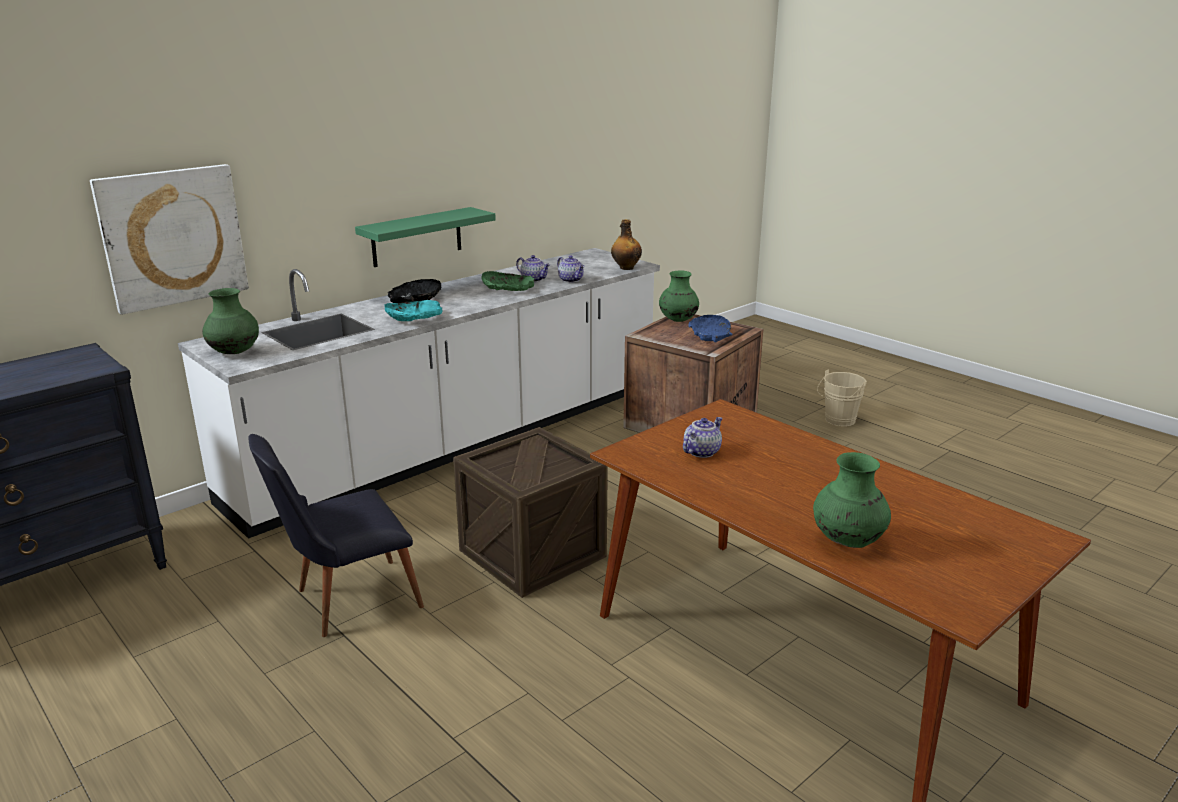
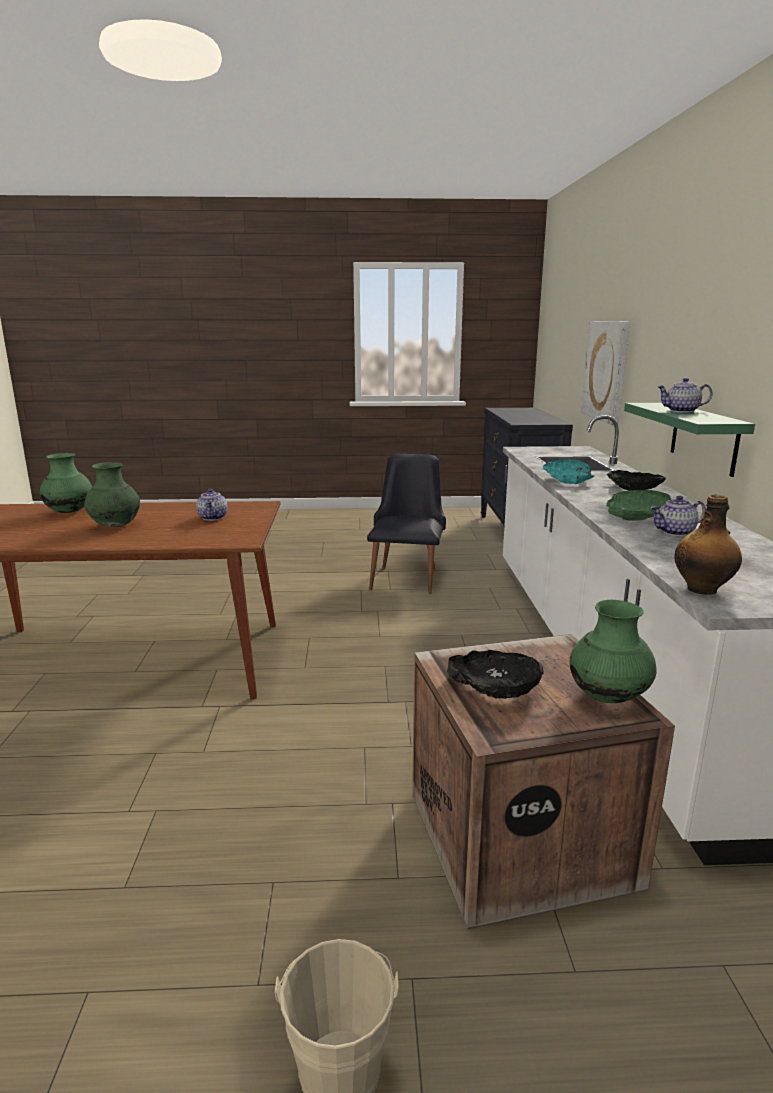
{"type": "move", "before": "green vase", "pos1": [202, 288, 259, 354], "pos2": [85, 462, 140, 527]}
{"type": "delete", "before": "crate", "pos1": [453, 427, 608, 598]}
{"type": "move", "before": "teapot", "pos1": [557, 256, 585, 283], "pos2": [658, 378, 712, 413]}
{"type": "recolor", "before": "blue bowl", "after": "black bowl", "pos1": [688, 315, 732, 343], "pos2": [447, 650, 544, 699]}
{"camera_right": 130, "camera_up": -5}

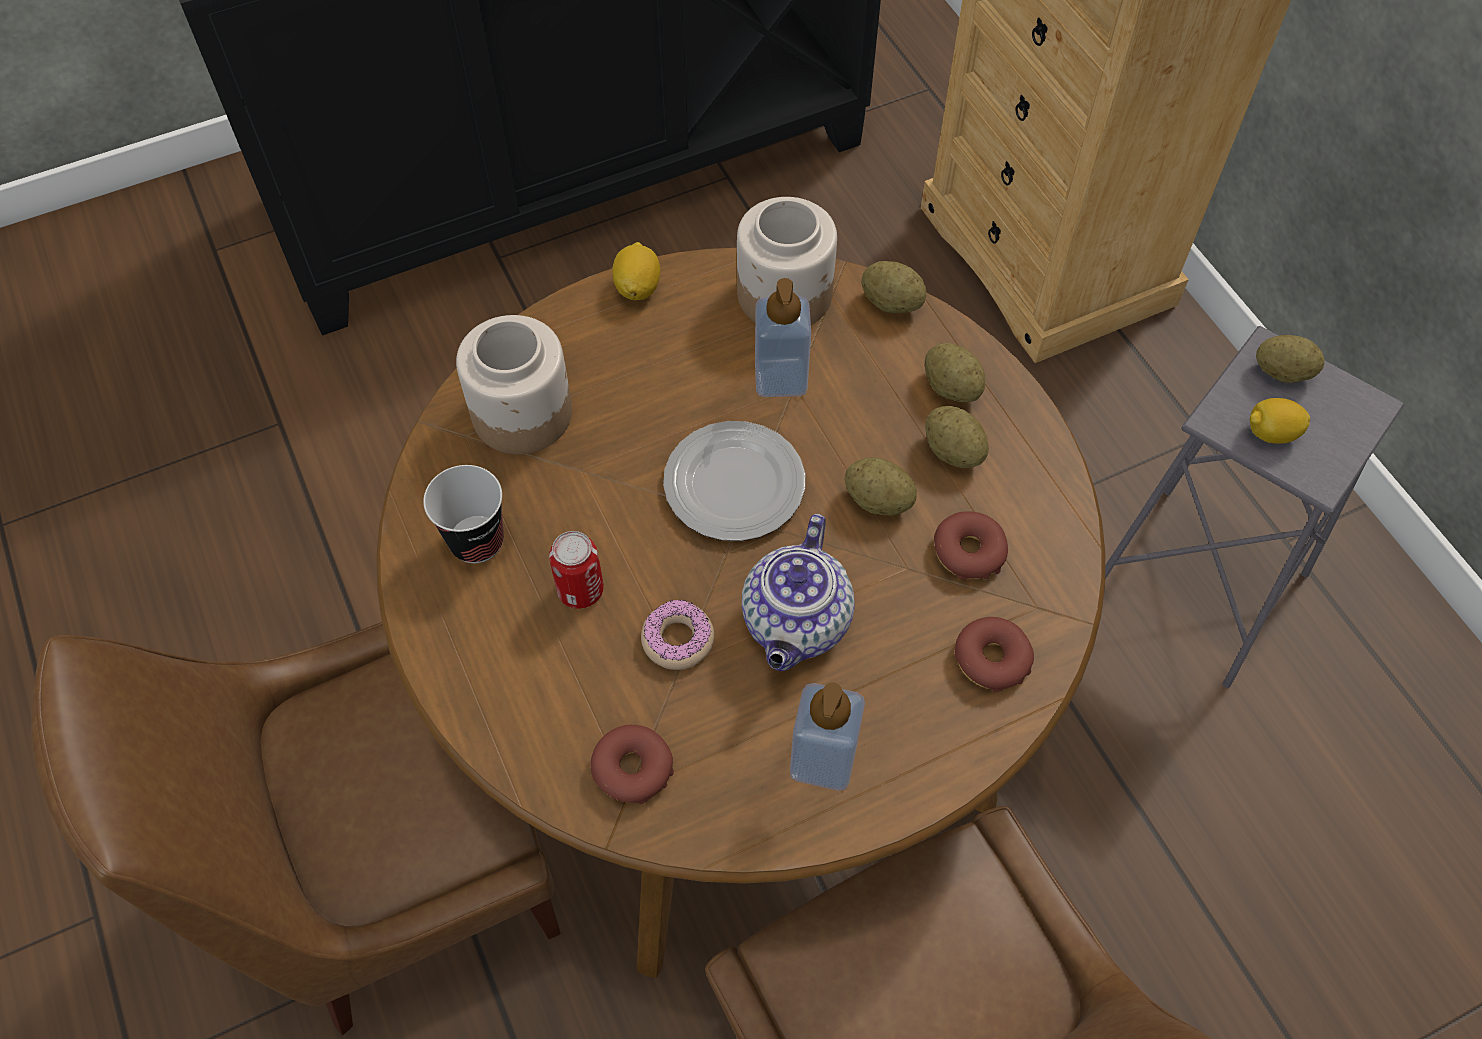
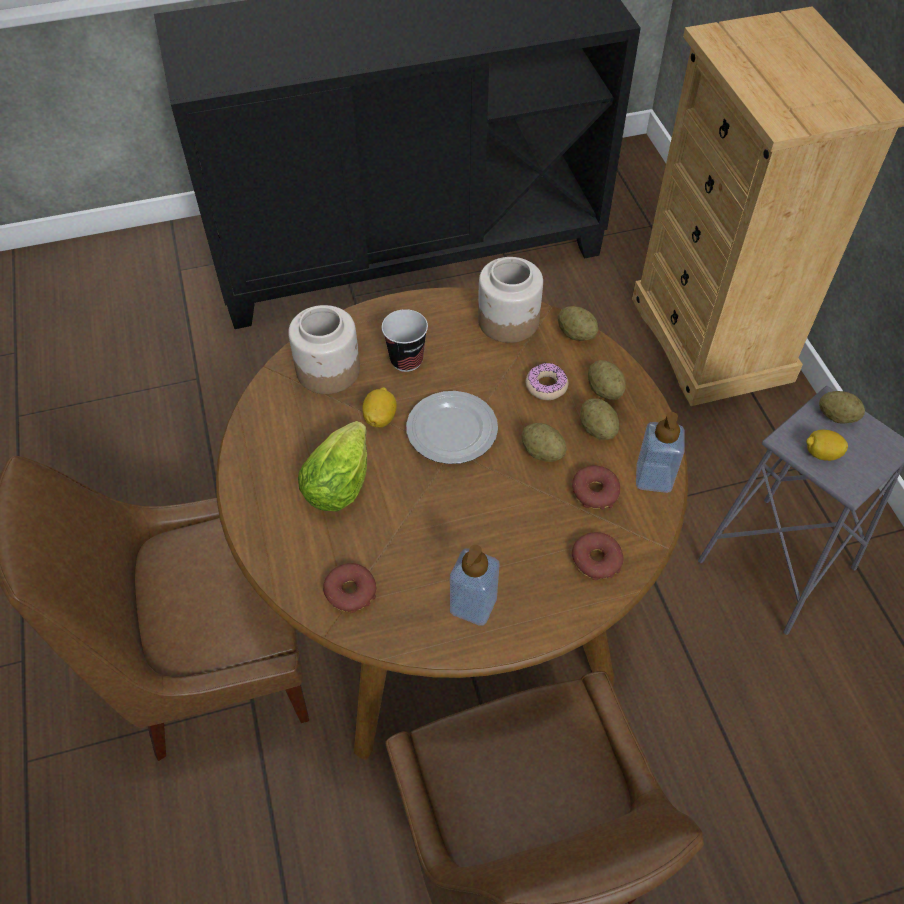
{"type": "move", "before": "cup", "pos1": [423, 465, 504, 563], "pos2": [382, 309, 428, 372]}
{"type": "replace", "before": "can", "after": "lettuce", "pos1": [549, 531, 604, 609], "pos2": [298, 421, 367, 512]}
{"type": "move", "before": "lemon", "pos1": [612, 242, 660, 300], "pos2": [362, 387, 397, 427]}
{"type": "move", "before": "donut", "pos1": [641, 600, 714, 670], "pos2": [526, 363, 568, 400]}
{"type": "delete", "before": "teapot", "pos1": [742, 514, 855, 671]}
{"type": "move", "before": "soap dispenser", "pos1": [755, 278, 811, 397], "pos2": [636, 412, 685, 493]}
{"camera_right": 10, "camera_up": -5}

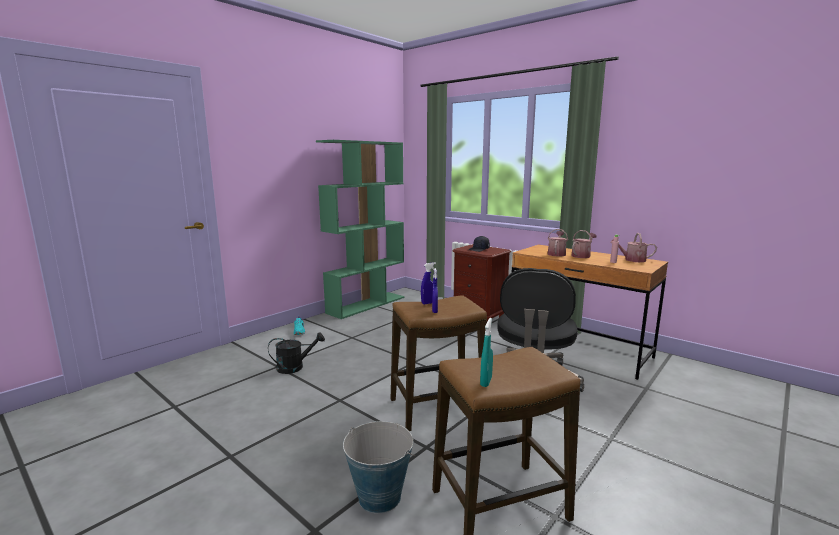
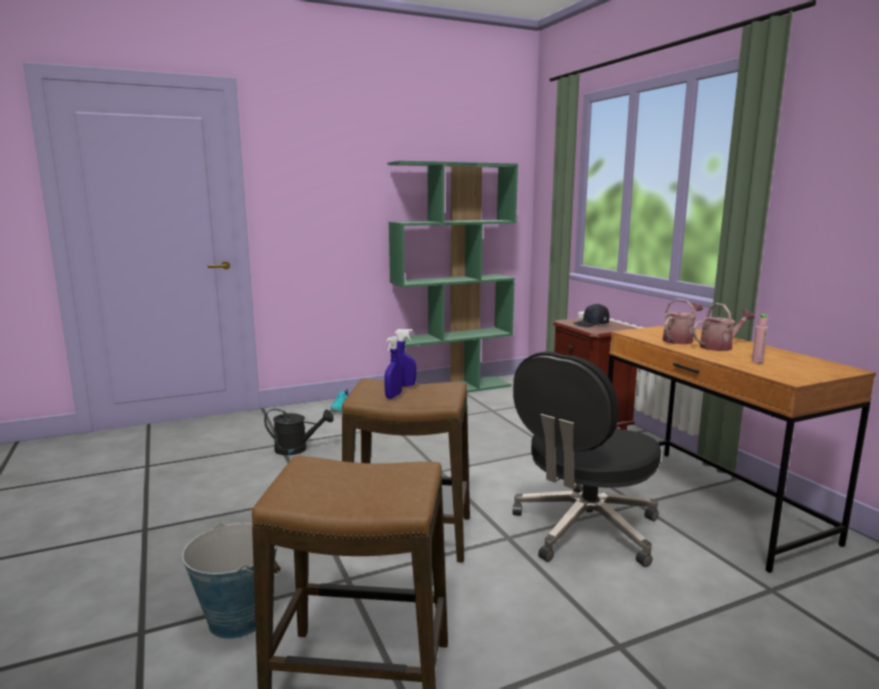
{"type": "delete", "before": "turquoise spray bottle", "pos1": [480, 318, 493, 387]}
{"type": "delete", "before": "watering can", "pos1": [611, 233, 657, 262]}
{"camera_right": 25, "camera_up": 0}

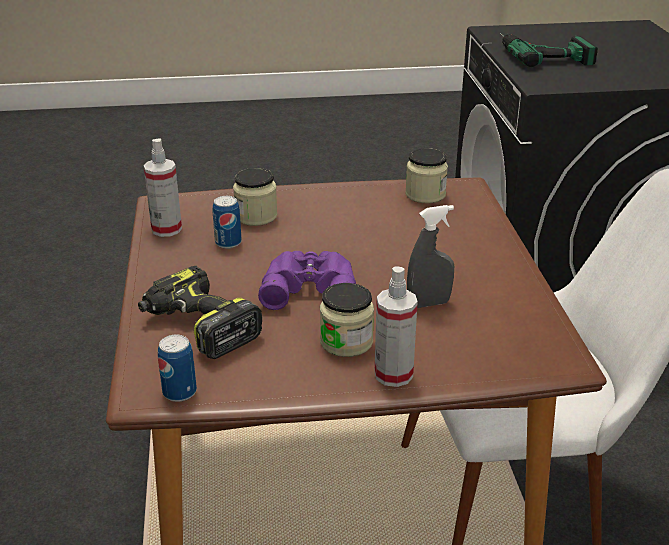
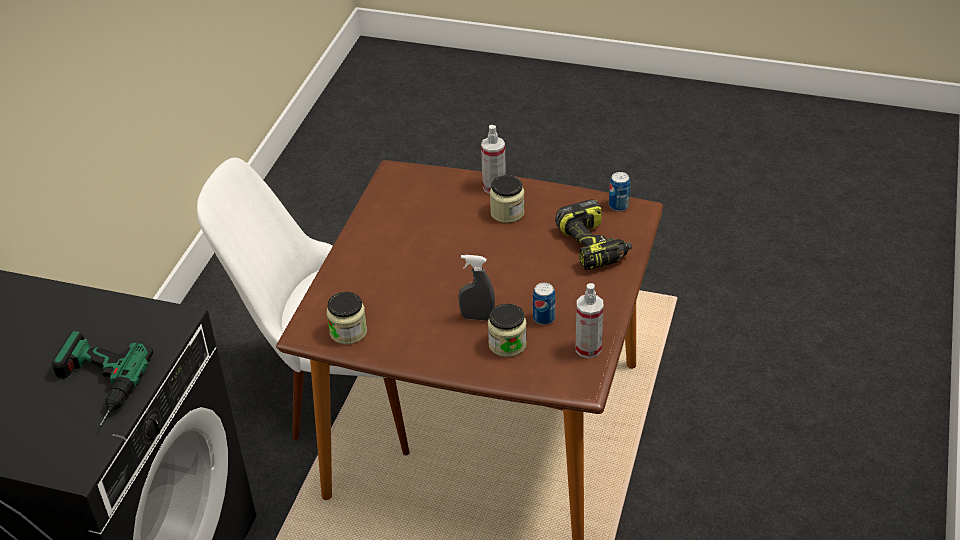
{"type": "delete", "before": "purple binoculars", "pos1": [258, 251, 356, 310]}
{"type": "move", "before": "grey spray bottle", "pos1": [407, 205, 454, 308], "pos2": [458, 255, 495, 321]}
{"camera_right": -155, "camera_up": 10}

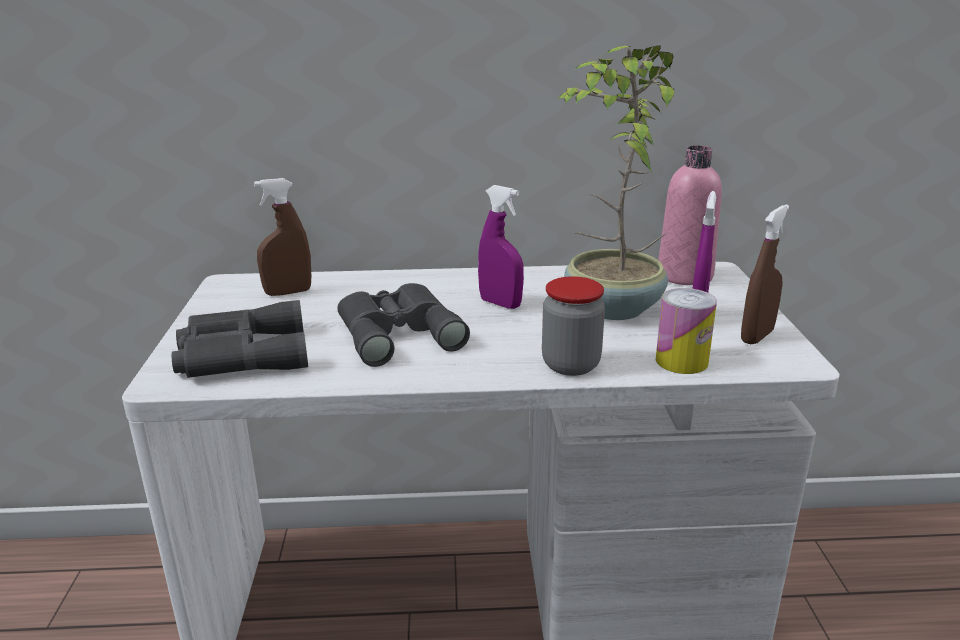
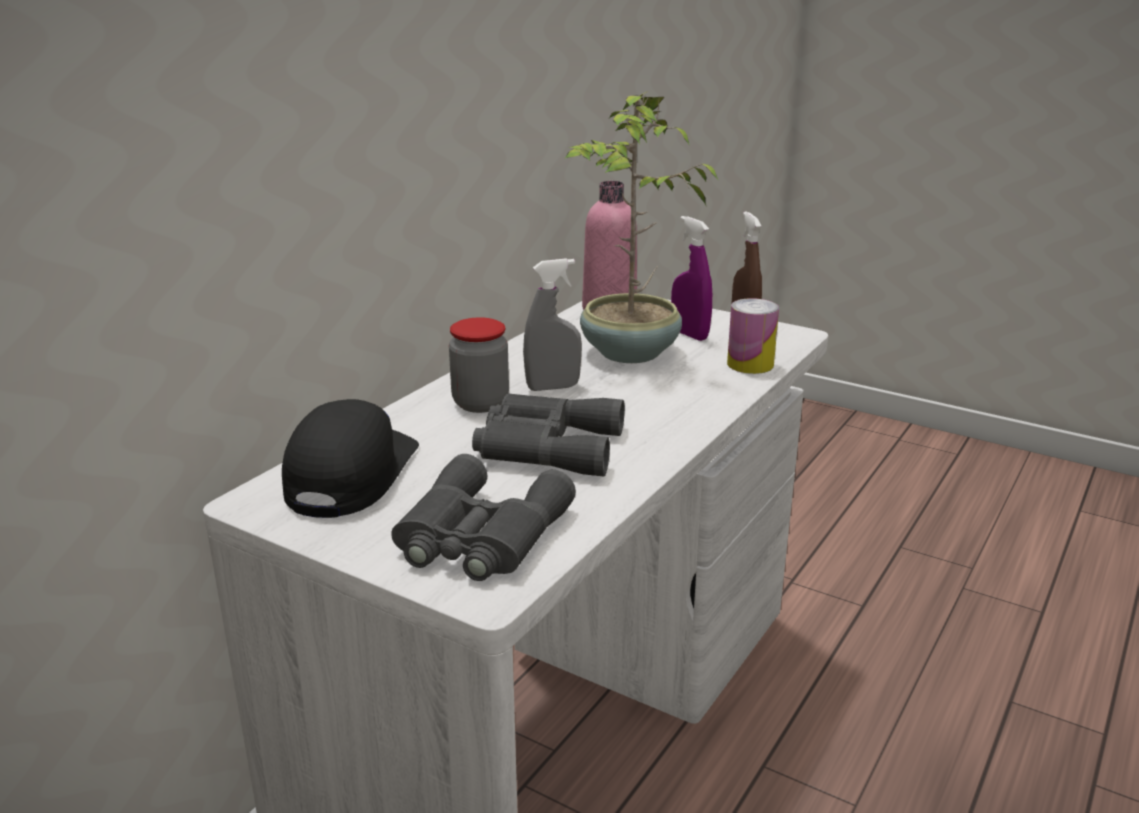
{"type": "replace", "before": "brown spray bottle", "after": "black cap", "pos1": [254, 178, 311, 296], "pos2": [282, 399, 419, 518]}
{"type": "recolor", "before": "purple spray bottle", "after": "grey spray bottle", "pos1": [478, 185, 524, 309], "pos2": [523, 258, 582, 391]}
{"type": "move", "before": "jar", "pos1": [542, 276, 605, 376], "pos2": [449, 317, 509, 413]}
{"camera_right": -55, "camera_up": 0}

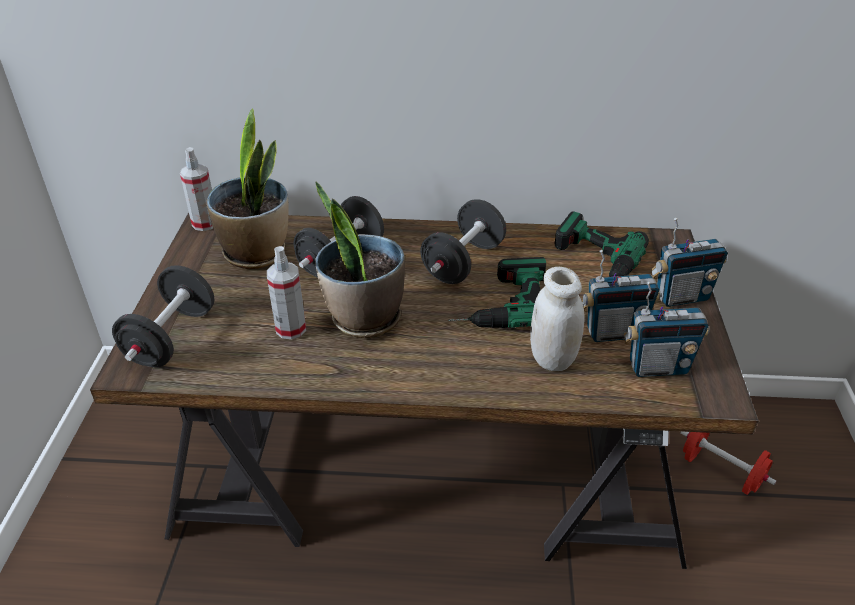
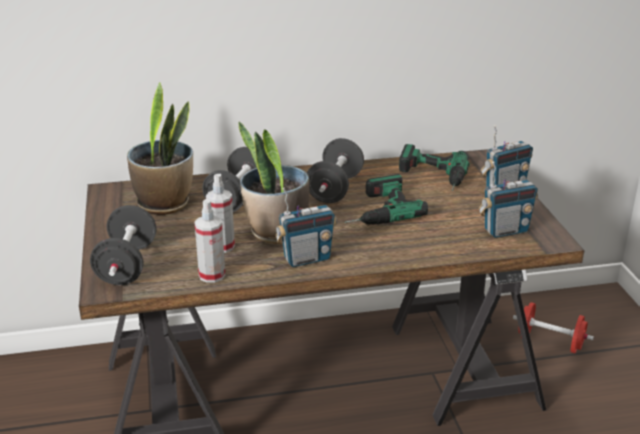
{"type": "move", "before": "spray bottle", "pos1": [180, 147, 213, 231], "pos2": [194, 199, 225, 283]}
{"type": "delete", "before": "white jar", "pos1": [530, 267, 585, 371]}
{"type": "move", "before": "radio", "pos1": [582, 250, 661, 342], "pos2": [276, 188, 337, 267]}
{"camera_right": -15, "camera_up": -10}

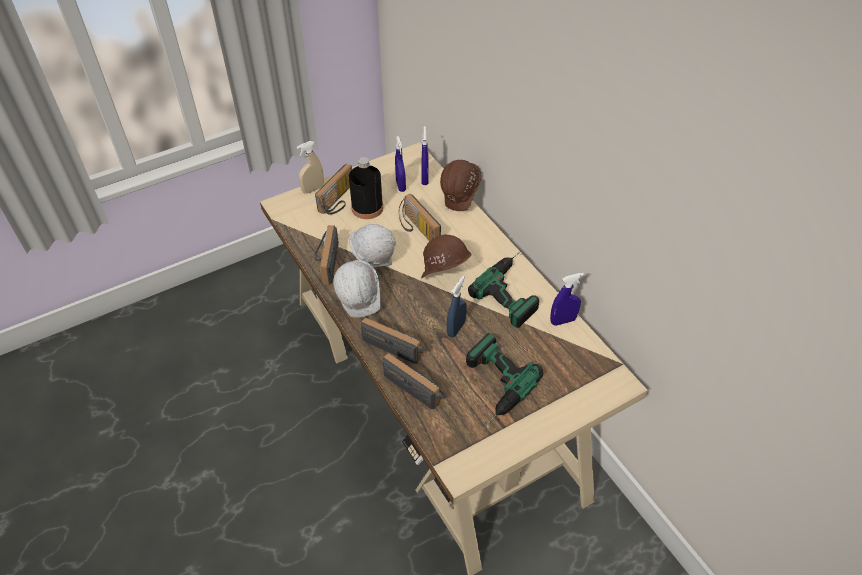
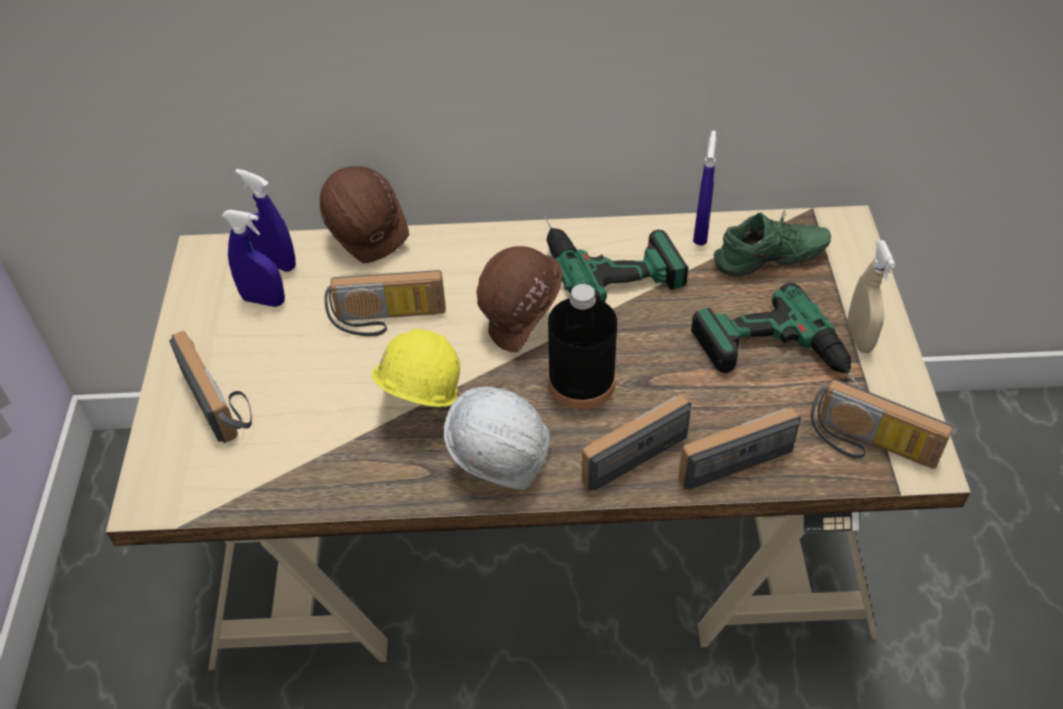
{"type": "move", "before": "beige spray bottle", "pos1": [297, 141, 324, 194], "pos2": [847, 240, 895, 353]}
{"type": "move", "before": "radio", "pos1": [315, 225, 339, 285], "pos2": [811, 379, 953, 469]}
{"type": "move", "before": "black bottle", "pos1": [349, 157, 383, 219], "pos2": [548, 284, 617, 409]}
{"type": "recolor", "before": "white hard hat", "after": "yellow hard hat", "pos1": [349, 224, 396, 267], "pos2": [372, 329, 460, 407]}
{"type": "delete", "before": "blue spray bottle", "pos1": [447, 276, 467, 337]}
{"type": "insert", "after": "green shoe", "pos2": [714, 210, 831, 277]}
{"camera_right": -60, "camera_up": 0}

